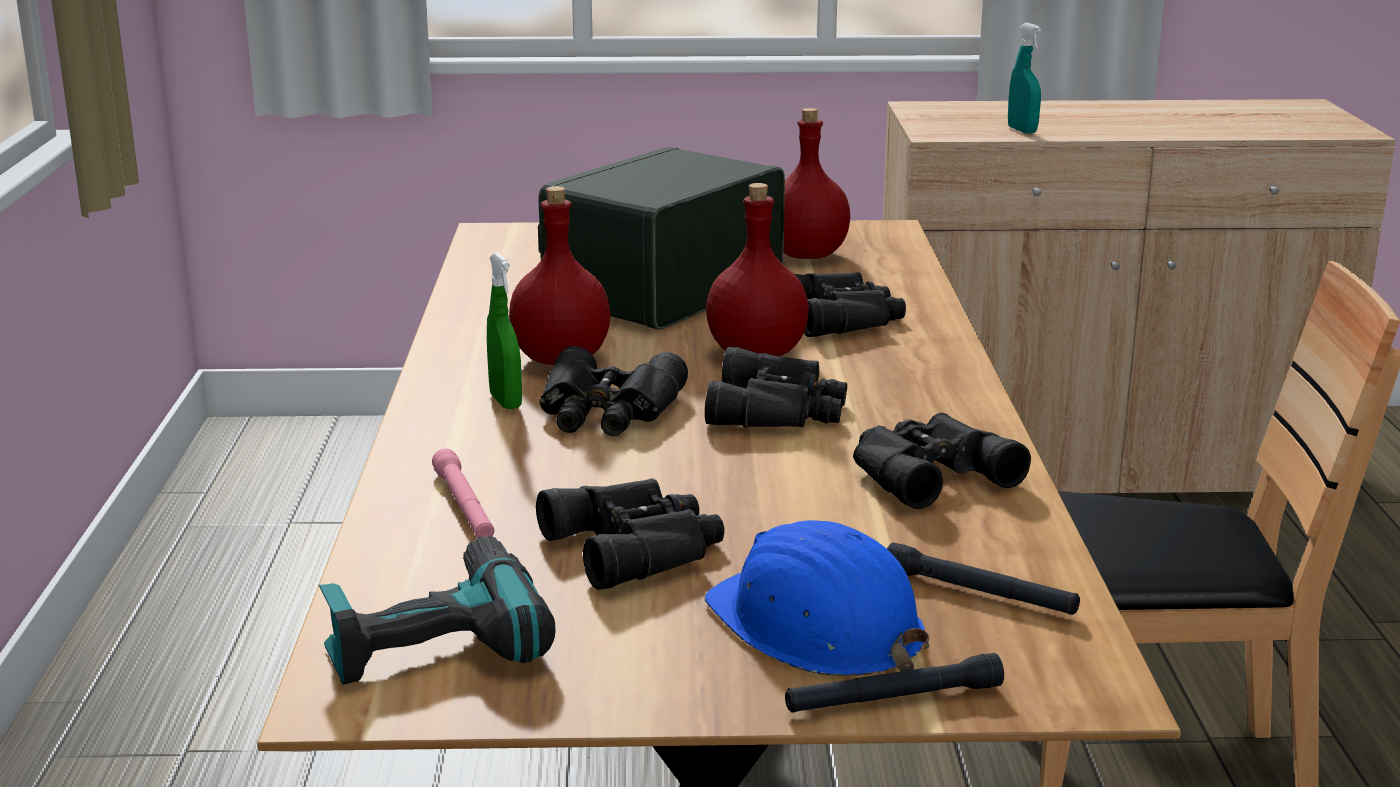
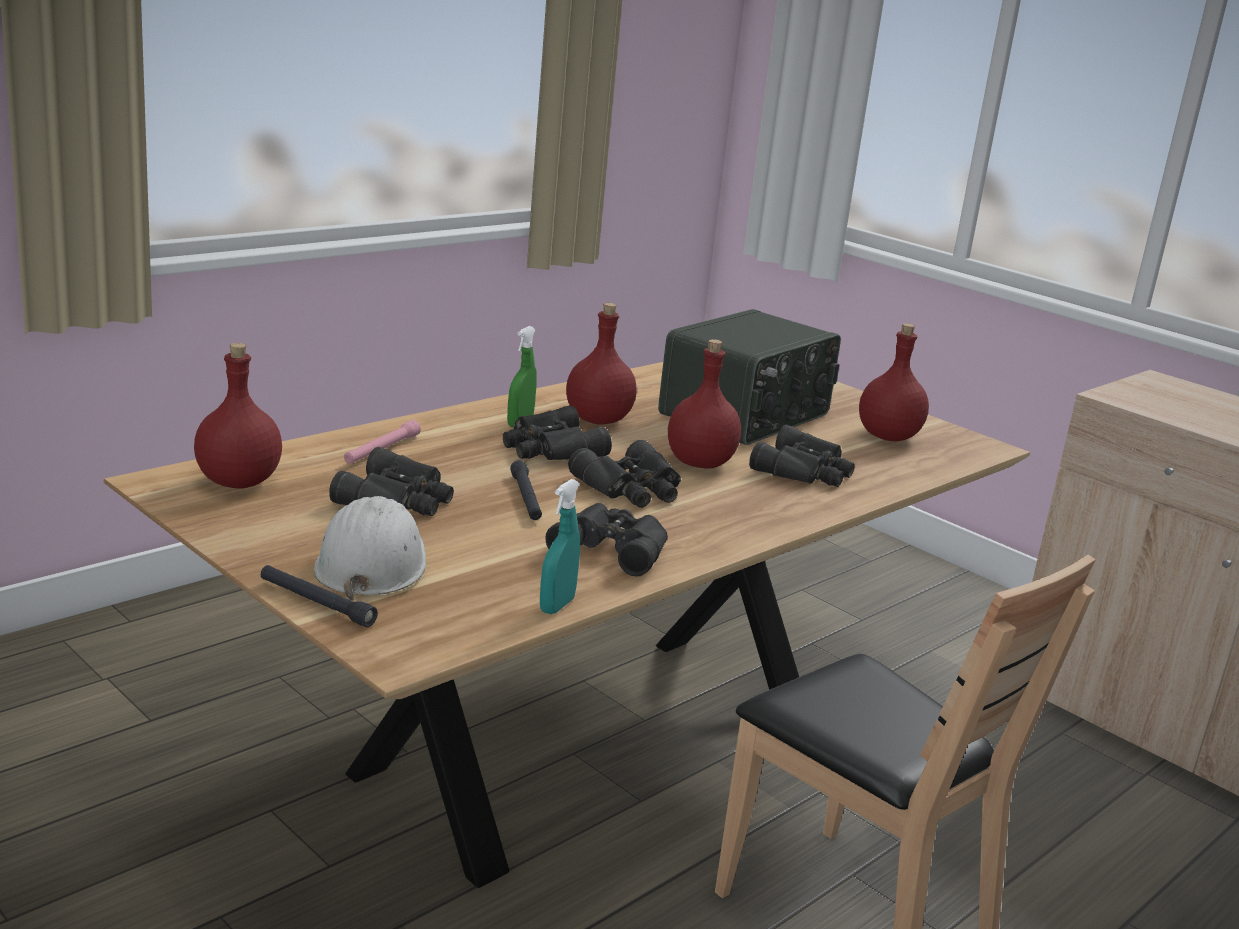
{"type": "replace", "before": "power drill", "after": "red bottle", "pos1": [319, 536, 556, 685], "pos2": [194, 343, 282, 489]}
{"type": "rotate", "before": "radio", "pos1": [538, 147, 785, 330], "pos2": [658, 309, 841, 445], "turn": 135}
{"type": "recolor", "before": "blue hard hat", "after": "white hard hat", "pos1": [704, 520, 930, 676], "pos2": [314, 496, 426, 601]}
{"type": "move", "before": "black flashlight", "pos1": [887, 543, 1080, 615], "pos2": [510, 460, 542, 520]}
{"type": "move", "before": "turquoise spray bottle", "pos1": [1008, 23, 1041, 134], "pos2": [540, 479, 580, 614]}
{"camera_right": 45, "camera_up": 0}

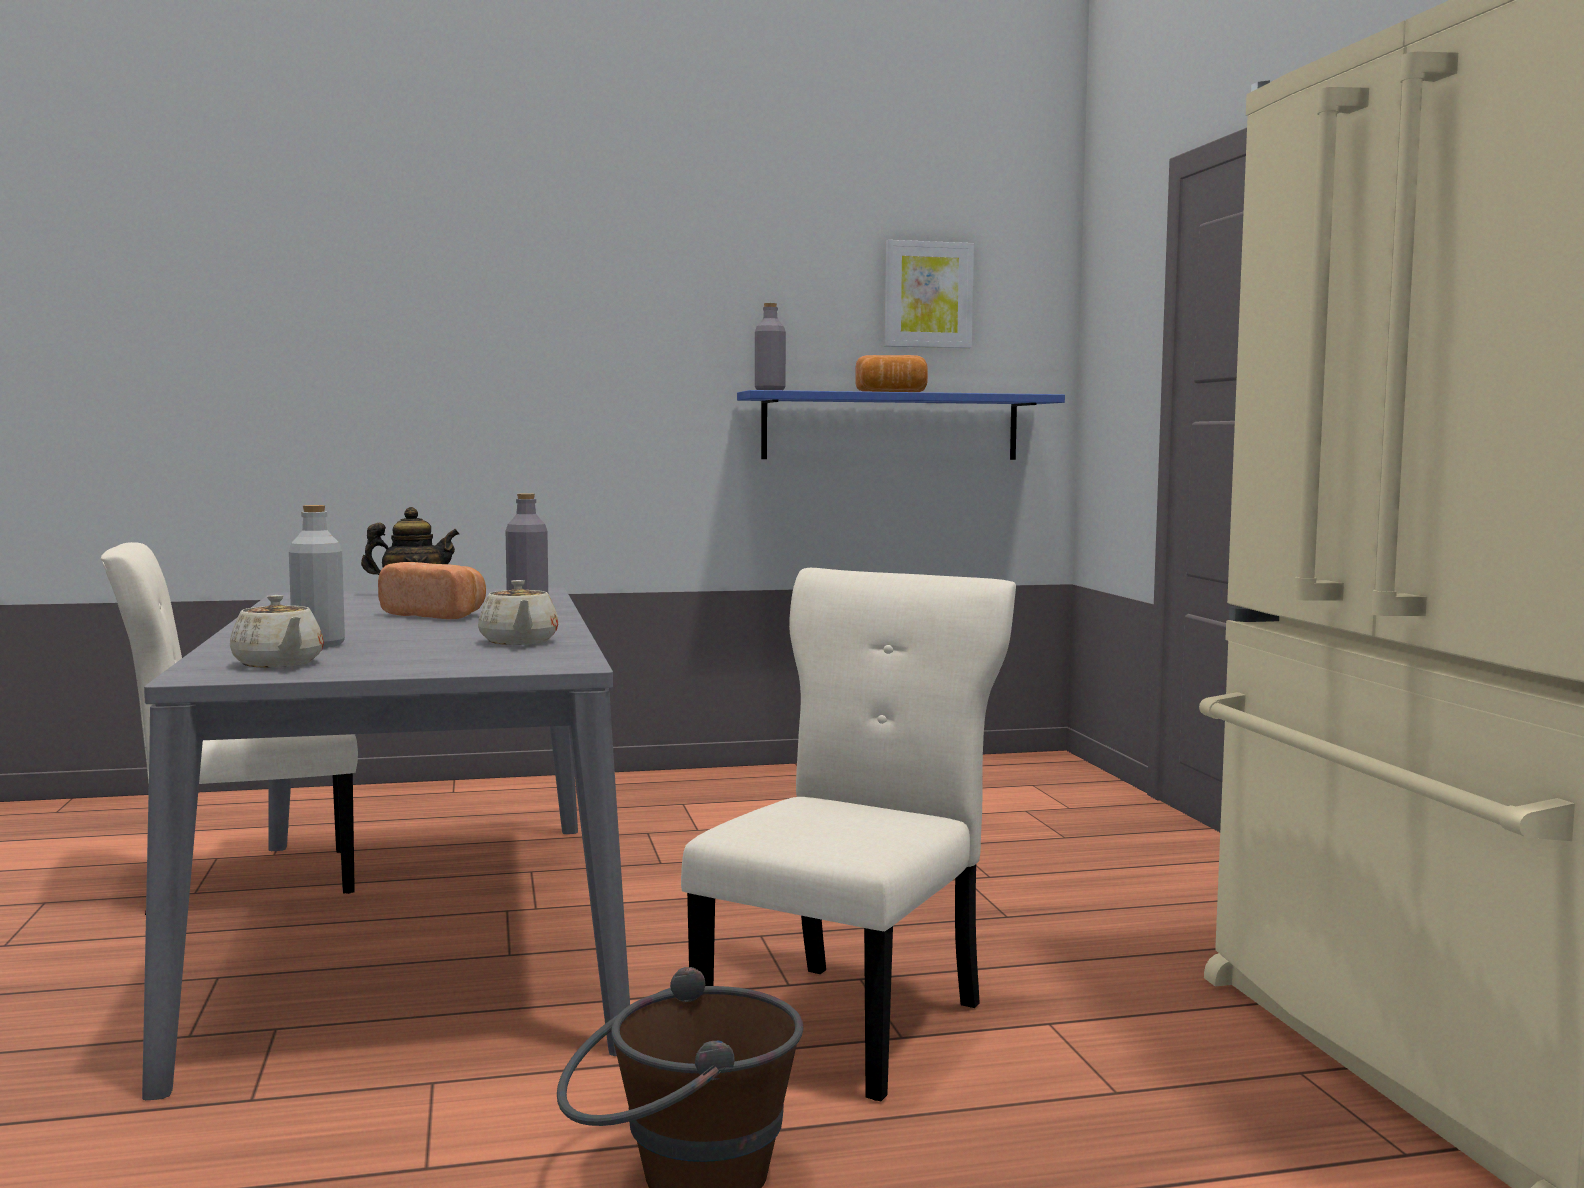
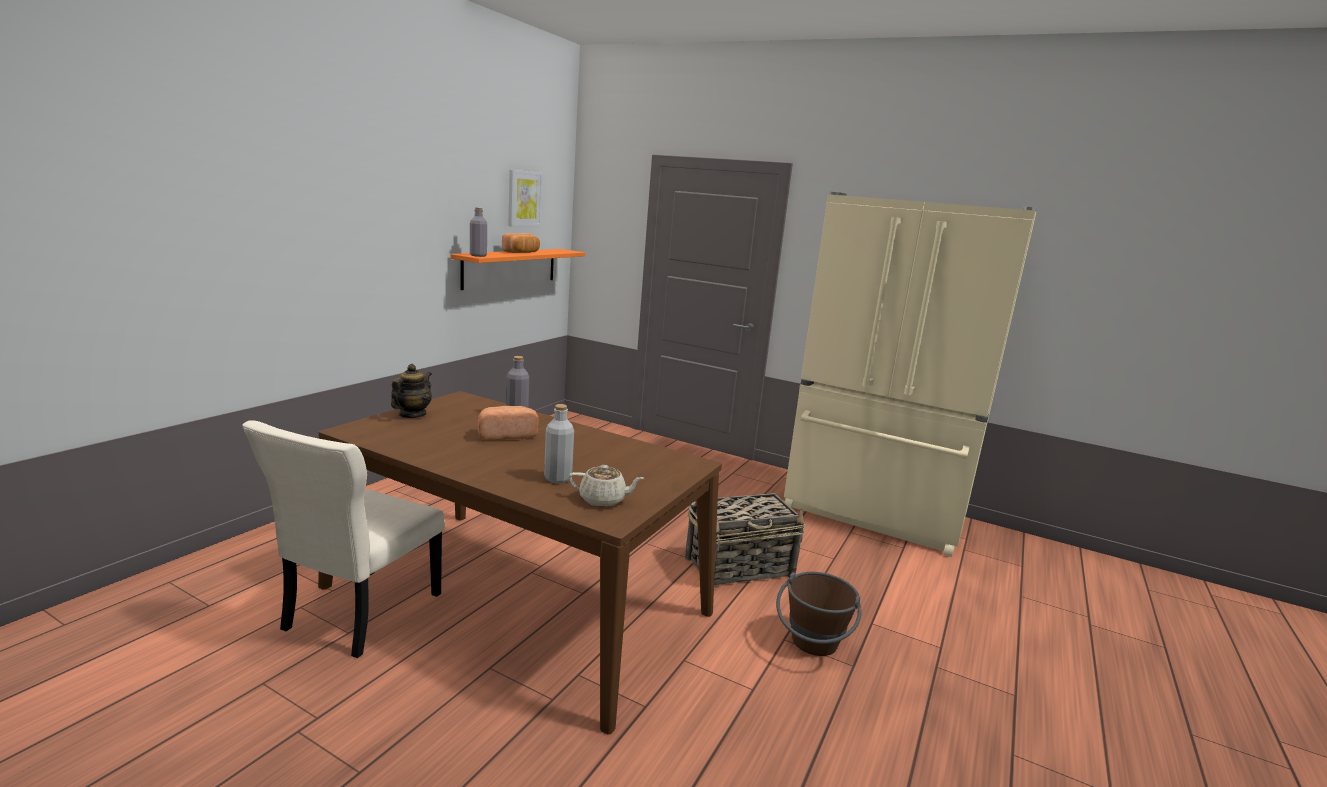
{"type": "recolor", "before": "grey dining table", "after": "brown dining table", "pos1": [142, 588, 630, 1100], "pos2": [318, 391, 722, 735]}
{"type": "delete", "before": "beige teapot", "pos1": [478, 580, 559, 645]}
{"type": "replace", "before": "beige chair", "after": "basket", "pos1": [681, 568, 1016, 1102], "pos2": [685, 493, 806, 585]}
{"type": "recolor", "before": "blue shelf", "after": "orange shelf", "pos1": [737, 390, 1065, 460], "pos2": [450, 249, 585, 290]}
{"camera_right": -50, "camera_up": 10}

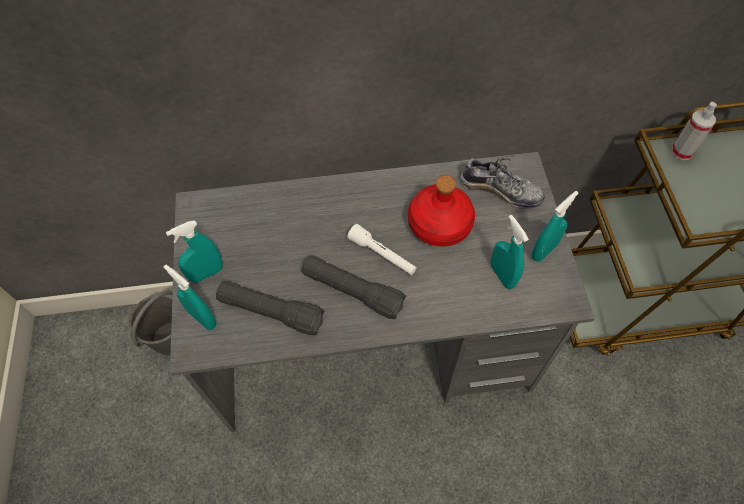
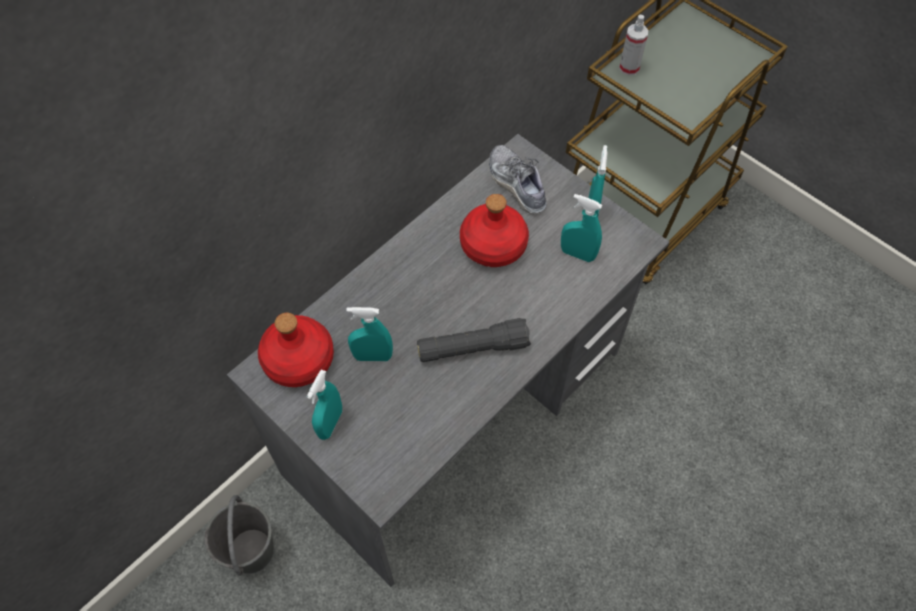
{"type": "move", "before": "turquoise spray bottle", "pos1": [164, 264, 216, 330], "pos2": [346, 307, 393, 361]}
{"type": "delete", "before": "black flashlight", "pos1": [216, 280, 324, 336]}
{"type": "delete", "before": "white flashlight", "pos1": [347, 224, 417, 275]}
{"type": "rotate", "before": "shoe", "pos1": [461, 156, 545, 209], "pos2": [489, 145, 547, 214], "turn": -105}
{"type": "insert", "after": "red bottle", "pos2": [258, 313, 334, 387]}
{"camera_right": -40, "camera_up": 0}

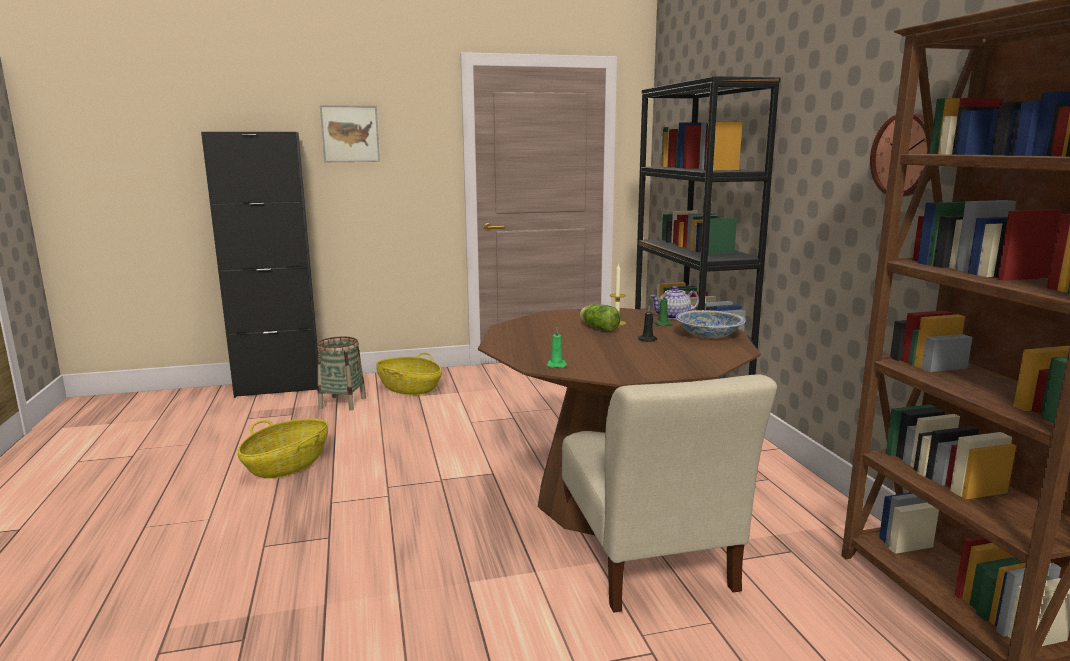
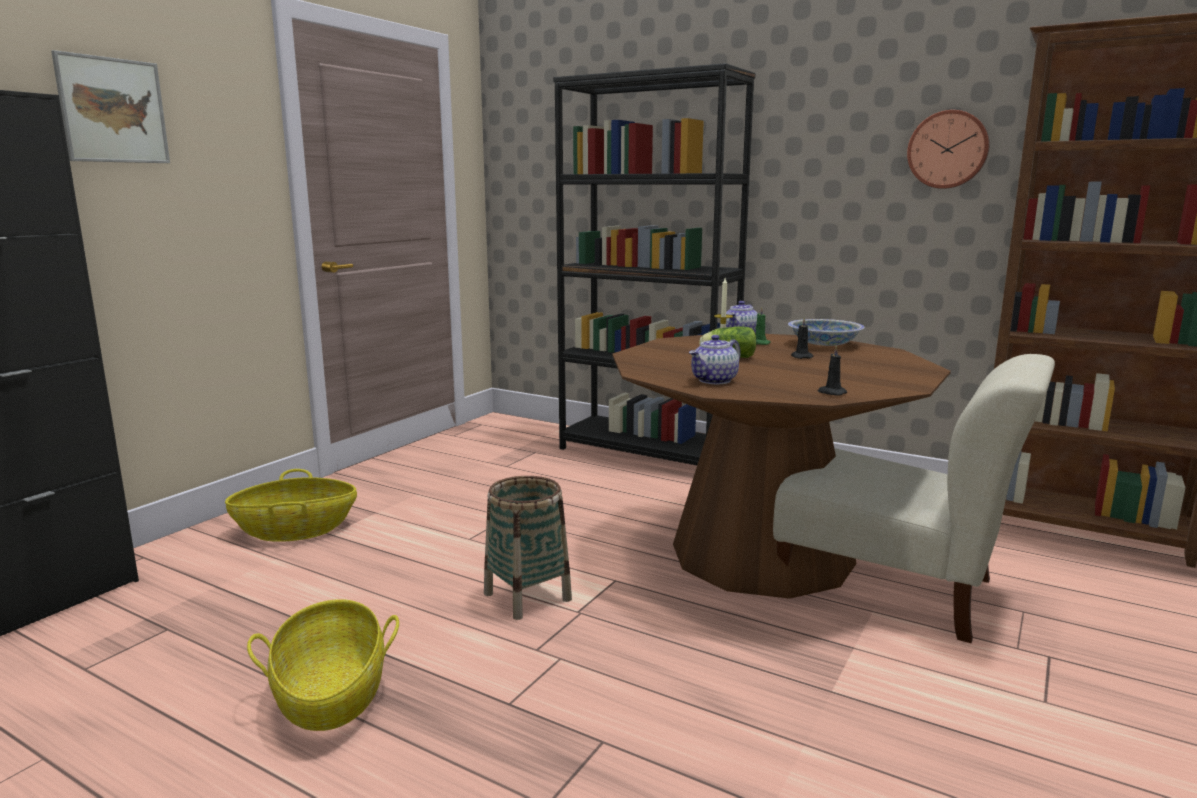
{"type": "move", "before": "basket", "pos1": [317, 336, 366, 410], "pos2": [484, 476, 572, 620]}
{"type": "recolor", "before": "green candle", "after": "black candle", "pos1": [547, 328, 567, 368], "pos2": [818, 345, 847, 396]}
{"type": "insert", "after": "teapot", "pos2": [689, 335, 741, 384]}
{"camera_right": -45, "camera_up": 0}

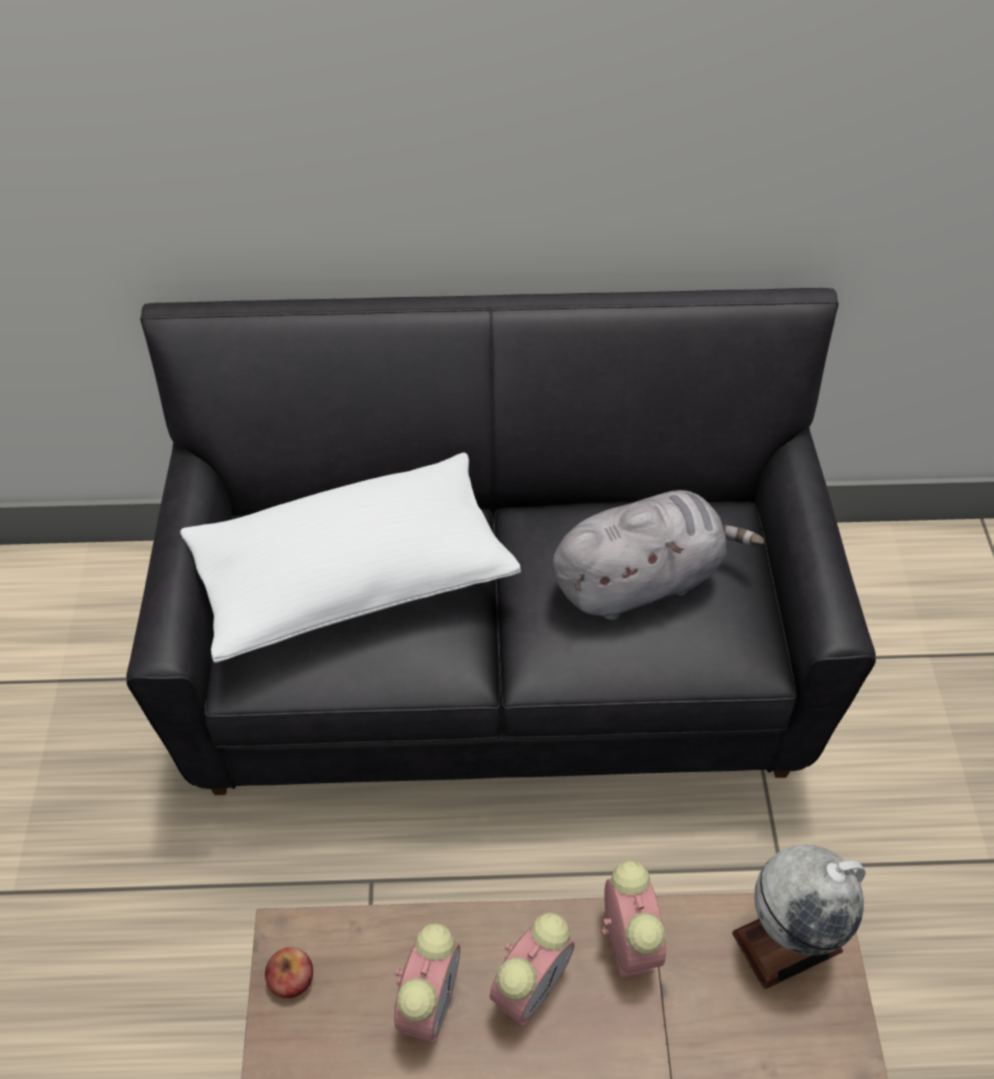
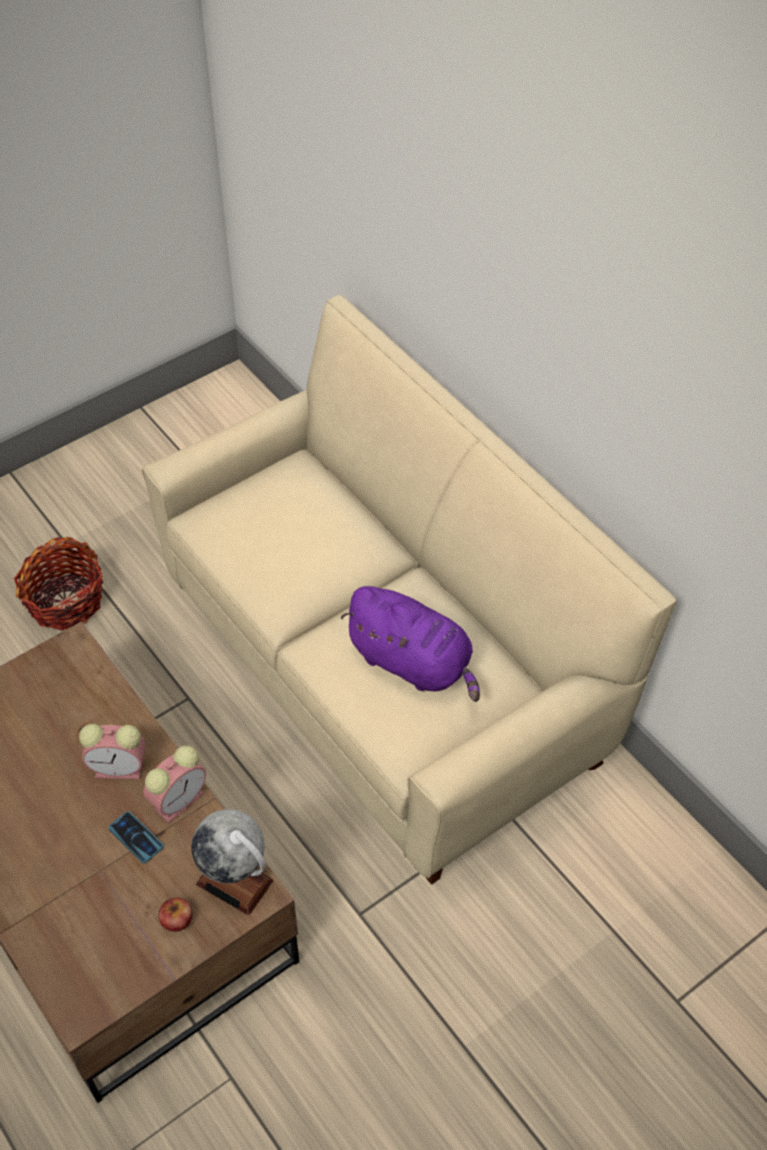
{"type": "recolor", "before": "black sofa", "after": "beige sofa", "pos1": [126, 288, 876, 795], "pos2": [142, 295, 676, 885]}
{"type": "delete", "before": "white pillow", "pos1": [180, 453, 521, 663]}
{"type": "move", "before": "apple", "pos1": [265, 947, 313, 998], "pos2": [158, 898, 192, 932]}
{"type": "delete", "before": "alarm clock", "pos1": [394, 923, 460, 1044]}
{"type": "recolor", "before": "grey plush toy", "after": "purple plush toy", "pos1": [552, 490, 765, 620], "pos2": [340, 586, 480, 702]}
{"type": "insert", "after": "basket", "pos2": [14, 537, 103, 631]}
{"type": "insert", "after": "phone", "pos2": [109, 811, 163, 863]}
{"camera_right": 55, "camera_up": 0}

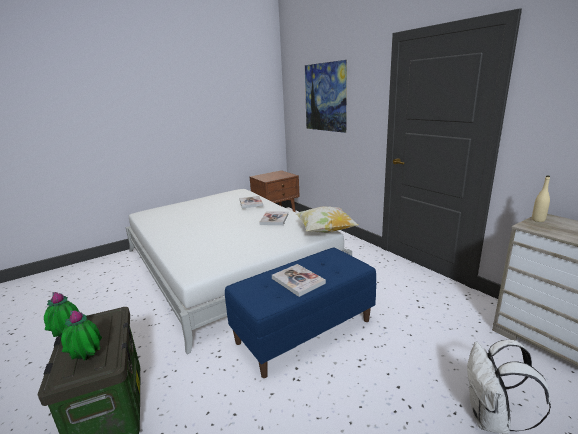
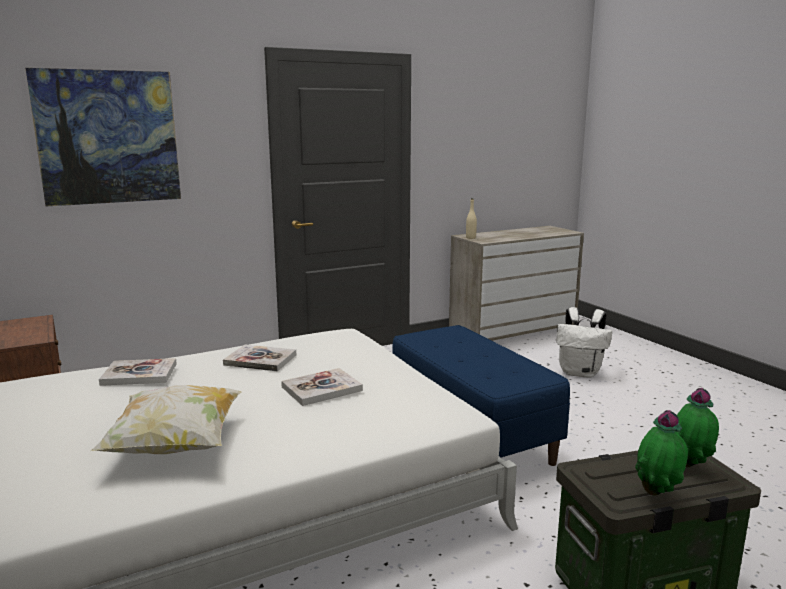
{"type": "move", "before": "book", "pos1": [272, 264, 326, 297], "pos2": [281, 368, 363, 406]}
{"type": "move", "before": "pillow", "pos1": [296, 206, 358, 233], "pos2": [91, 385, 241, 454]}
{"camera_right": -85, "camera_up": -5}

